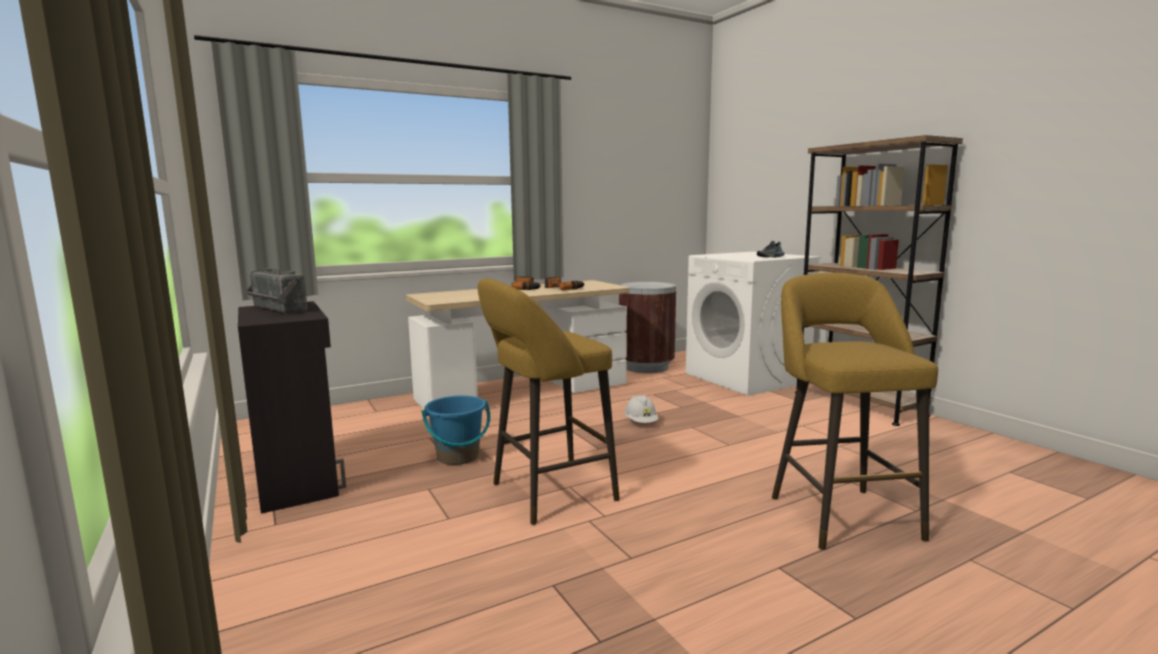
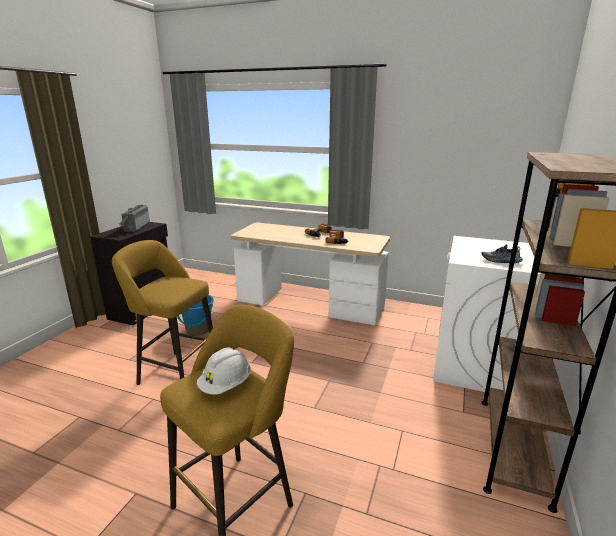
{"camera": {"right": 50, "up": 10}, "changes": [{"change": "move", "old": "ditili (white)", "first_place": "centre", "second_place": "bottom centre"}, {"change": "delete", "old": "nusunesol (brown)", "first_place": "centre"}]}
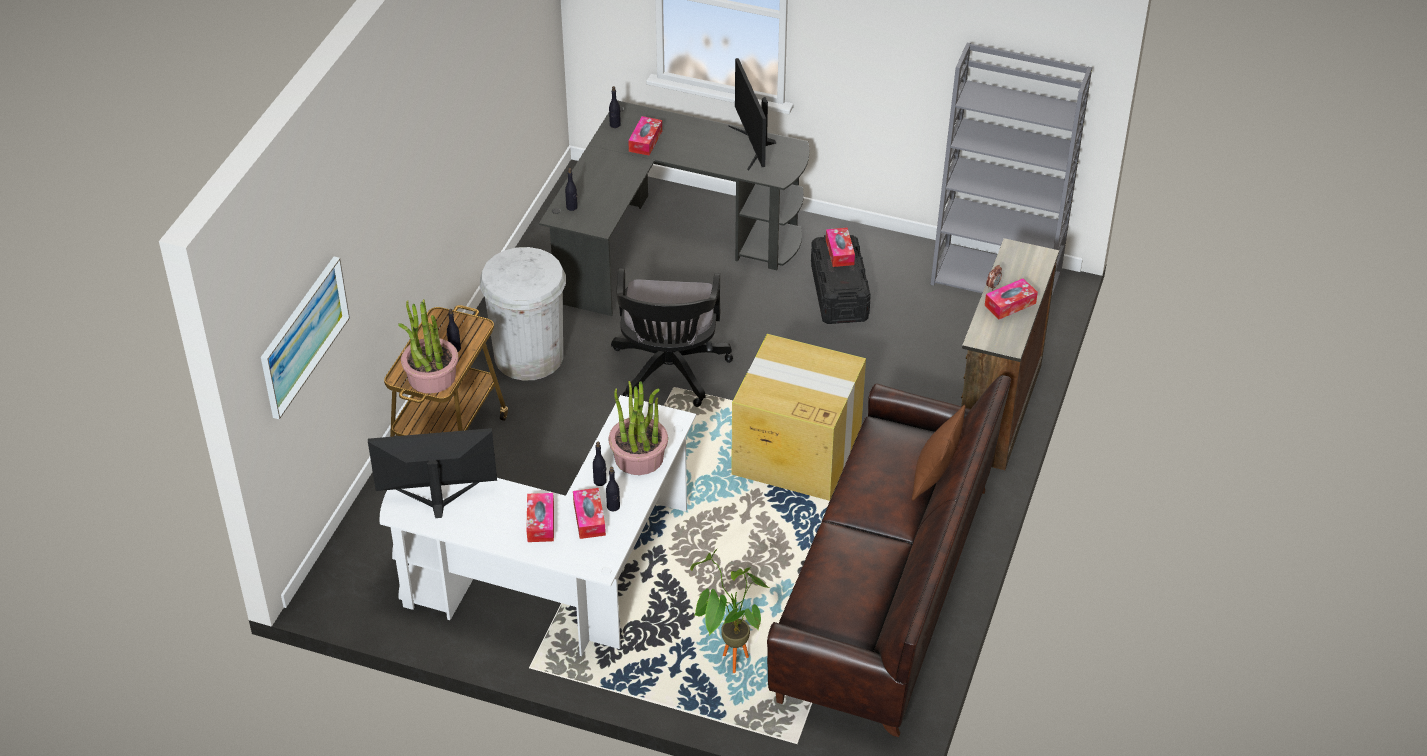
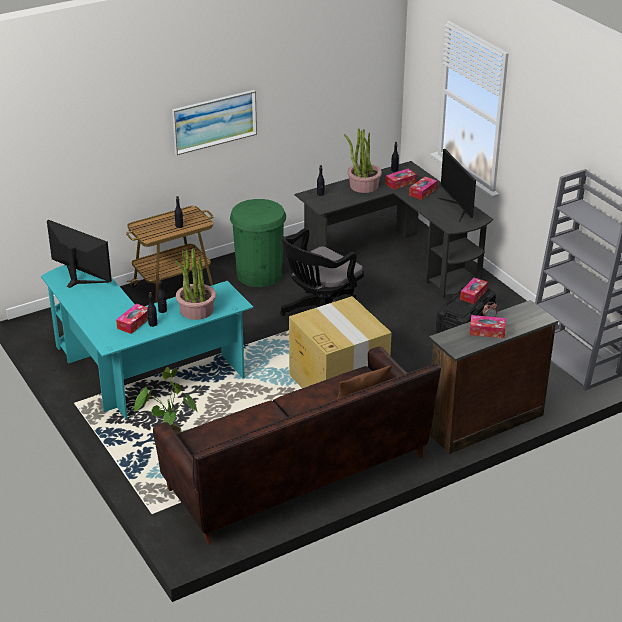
{"camera": {"right": 40, "up": -10}, "changes": [{"change": "recolor", "old": "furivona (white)", "new": "furivona (turquoise)", "first_place": "bottom centre", "second_place": "middle left"}, {"change": "move", "old": "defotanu", "first_place": "middle left", "second_place": "top centre"}, {"change": "recolor", "old": "nusunesol (white)", "new": "nusunesol (green)", "first_place": "centre", "second_place": "centre"}, {"change": "move", "old": "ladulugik (1st from left in the first image)", "new": "ladulugik (3rd from left)", "first_place": "middle left", "second_place": "top centre"}, {"change": "move", "old": "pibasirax (1st from left in the first image)", "new": "pibasirax (3rd from left)", "first_place": "bottom centre", "second_place": "top right"}, {"change": "rotate", "old": "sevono (2nd from left)", "first_place": "top centre", "second_place": "top right", "degrees": -45}]}
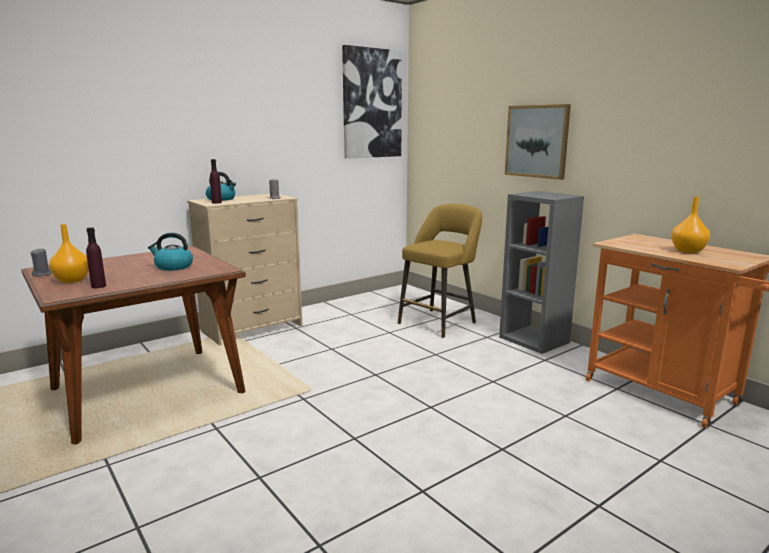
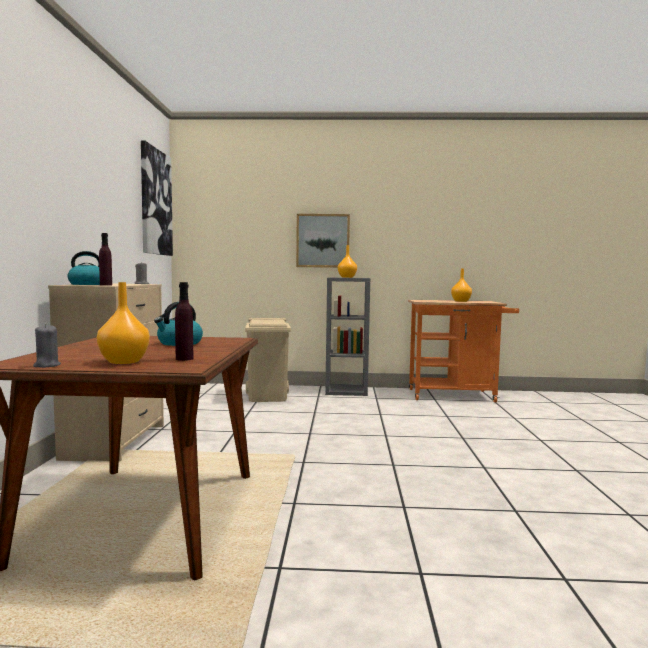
{"camera": {"right": -50, "up": -10}, "changes": [{"change": "replace", "old": "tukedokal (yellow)", "new": "nusunesol (beige)", "first_place": "centre", "second_place": "centre"}, {"change": "insert", "new": "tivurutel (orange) (2nd from left)", "second_place": "centre"}]}
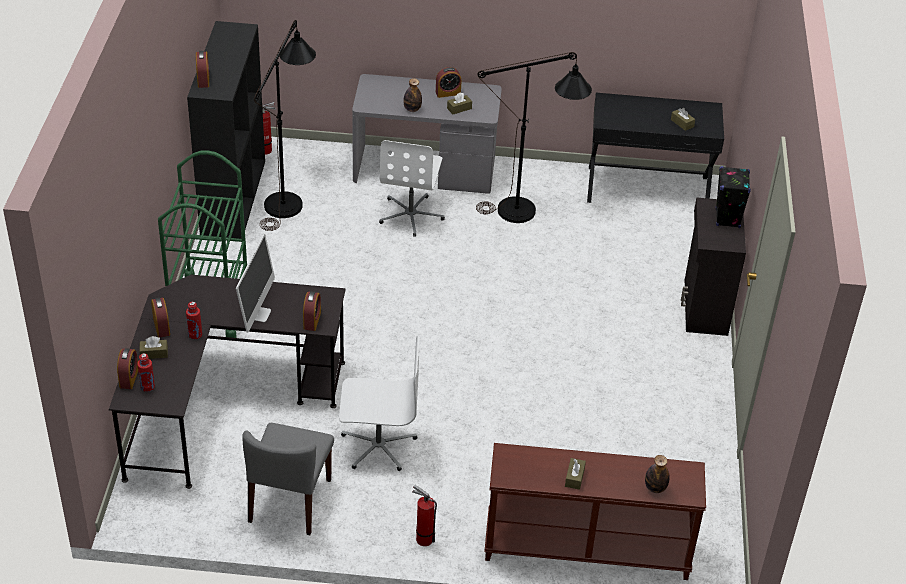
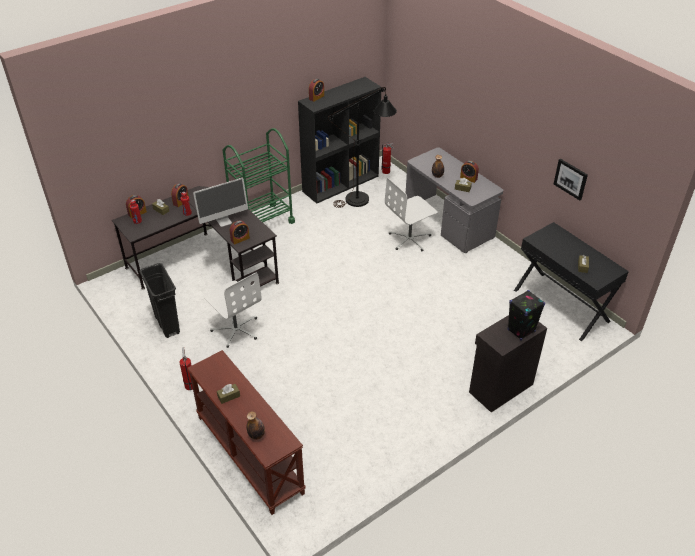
{"camera": {"right": 50, "up": 0}, "changes": [{"change": "replace", "old": "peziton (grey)", "new": "nusunesol (black)", "first_place": "bottom left", "second_place": "middle left"}, {"change": "insert", "new": "defotanu", "second_place": "top right"}, {"change": "delete", "old": "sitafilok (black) (2nd from left)", "first_place": "top centre"}]}
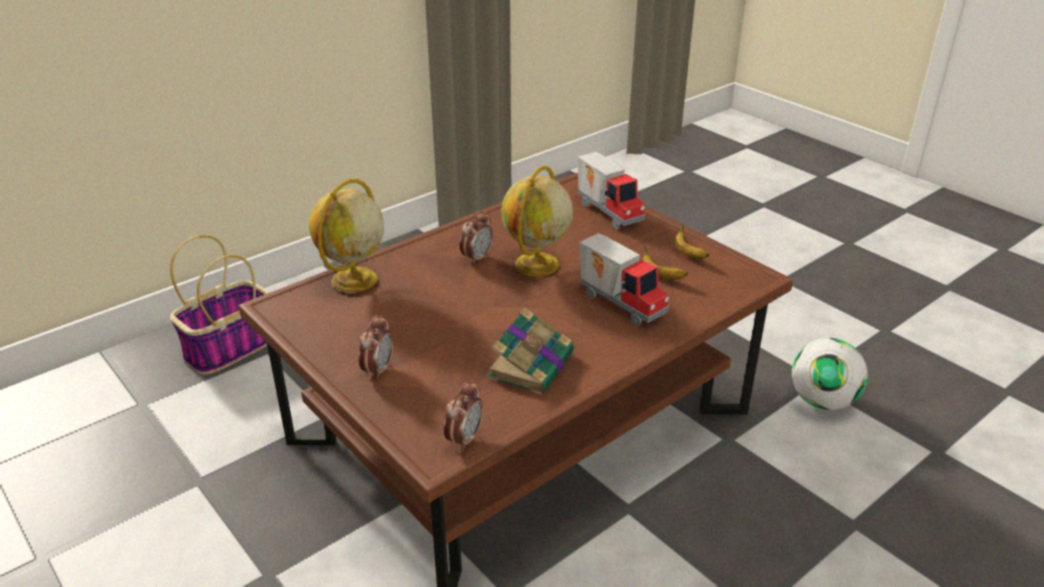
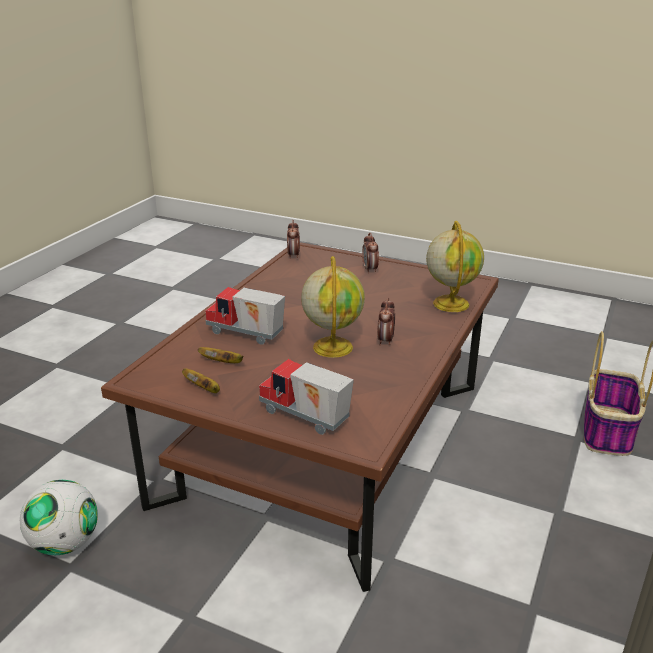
{"camera": {"right": 155, "up": -5}, "changes": [{"change": "delete", "old": "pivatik", "first_place": "centre"}]}
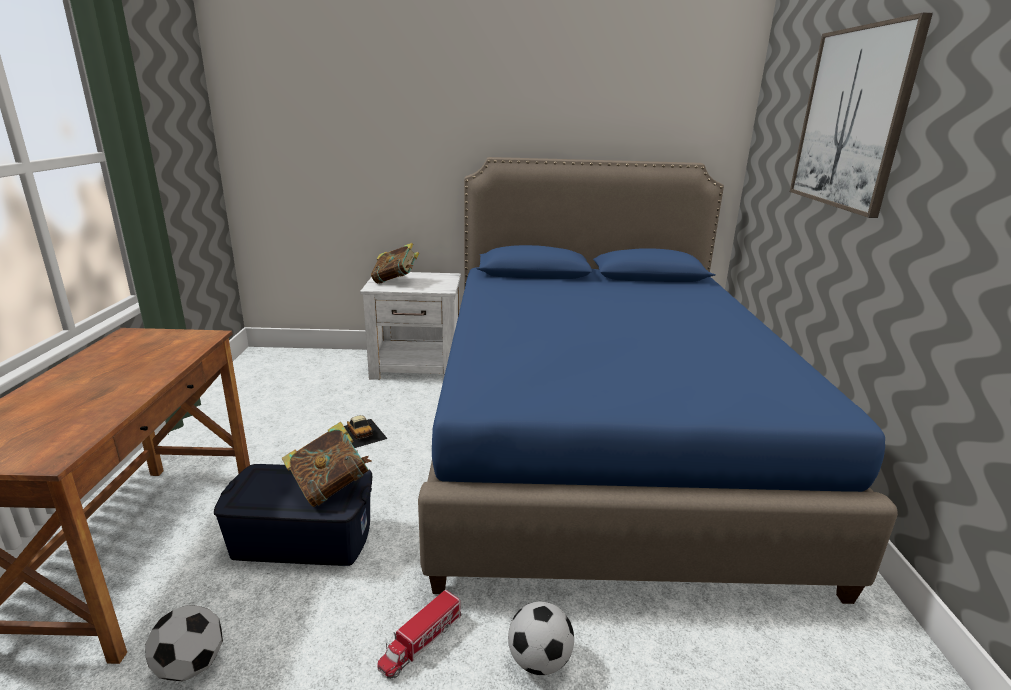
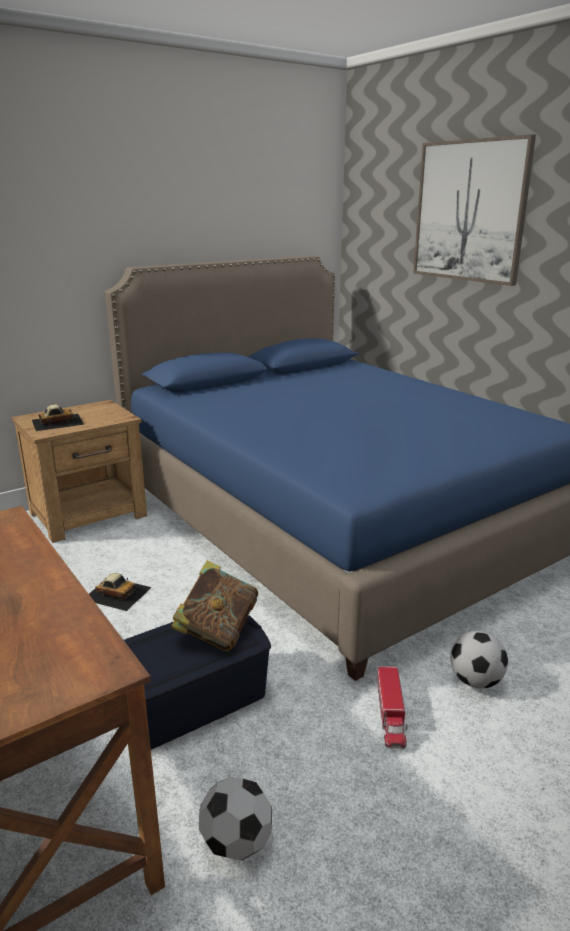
{"camera": {"right": -35, "up": 0}, "changes": [{"change": "recolor", "old": "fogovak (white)", "new": "fogovak (brown)", "first_place": "centre", "second_place": "middle left"}, {"change": "replace", "old": "pivatik (2nd from left)", "new": "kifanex (1st from left)", "first_place": "centre", "second_place": "middle left"}]}
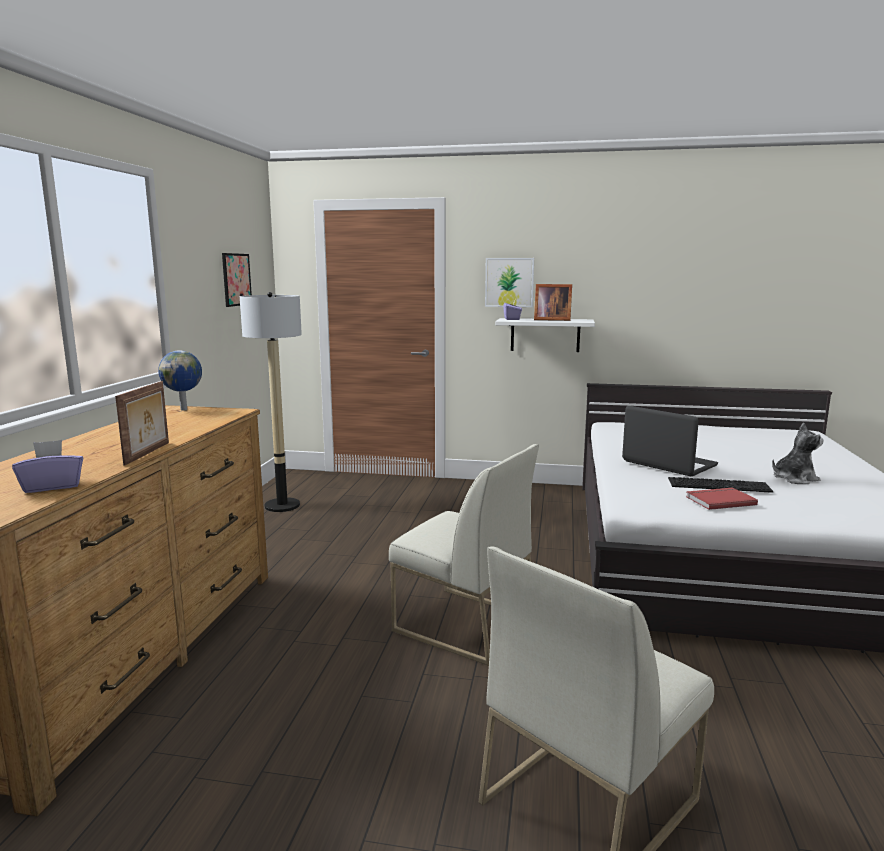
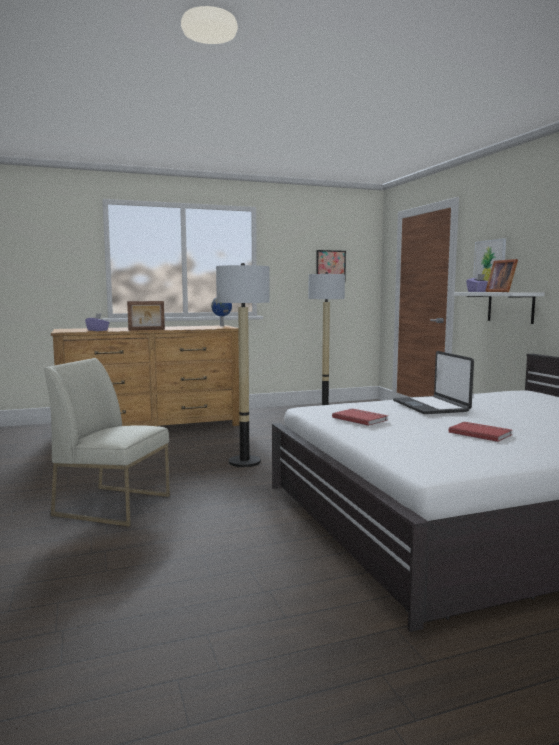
{"camera": {"right": 60, "up": -5}, "changes": [{"change": "replace", "old": "peziton (white) (1st from left)", "new": "sitafilok (1st from left)", "first_place": "centre", "second_place": "centre"}, {"change": "rotate", "old": "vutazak", "first_place": "middle right", "second_place": "middle right", "degrees": 150}, {"change": "replace", "old": "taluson", "new": "pivatik (red) (2nd from left)", "first_place": "middle right", "second_place": "middle right"}, {"change": "delete", "old": "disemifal", "first_place": "middle right"}]}
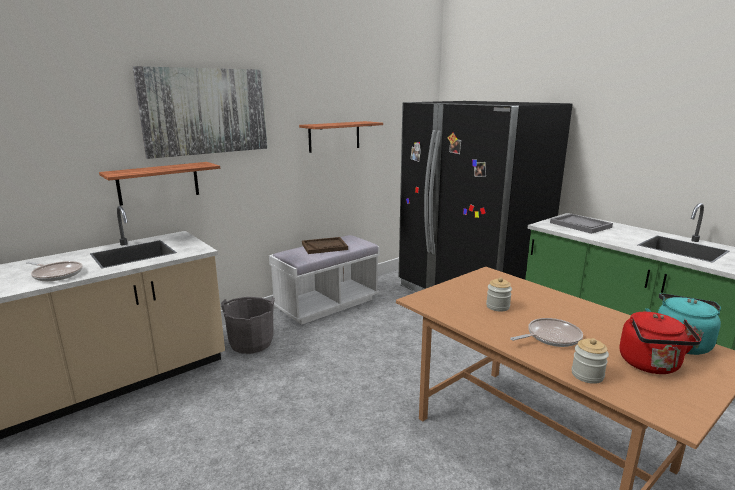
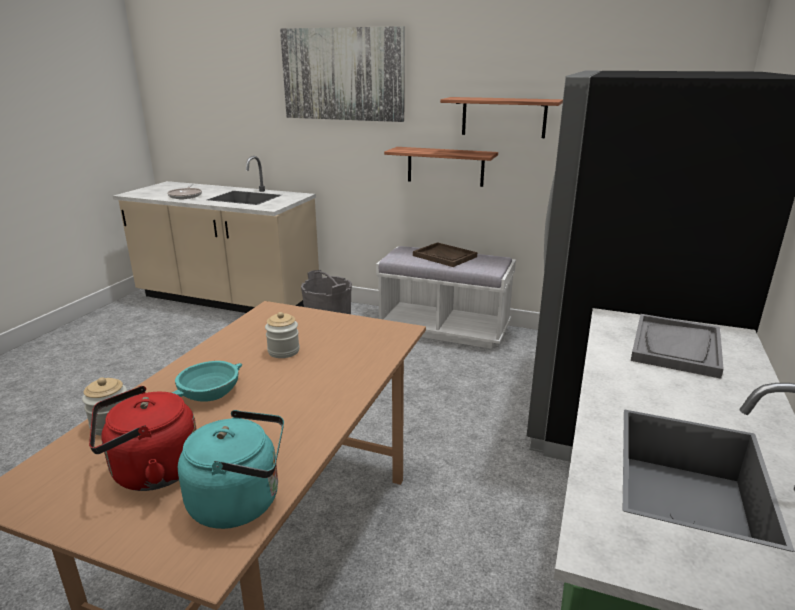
{"camera": {"right": 60, "up": 5}, "changes": [{"change": "replace", "old": "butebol (2nd from left)", "new": "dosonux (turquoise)", "first_place": "bottom right", "second_place": "middle left"}, {"change": "move", "old": "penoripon (1st from left)", "first_place": "middle left", "second_place": "top centre"}]}
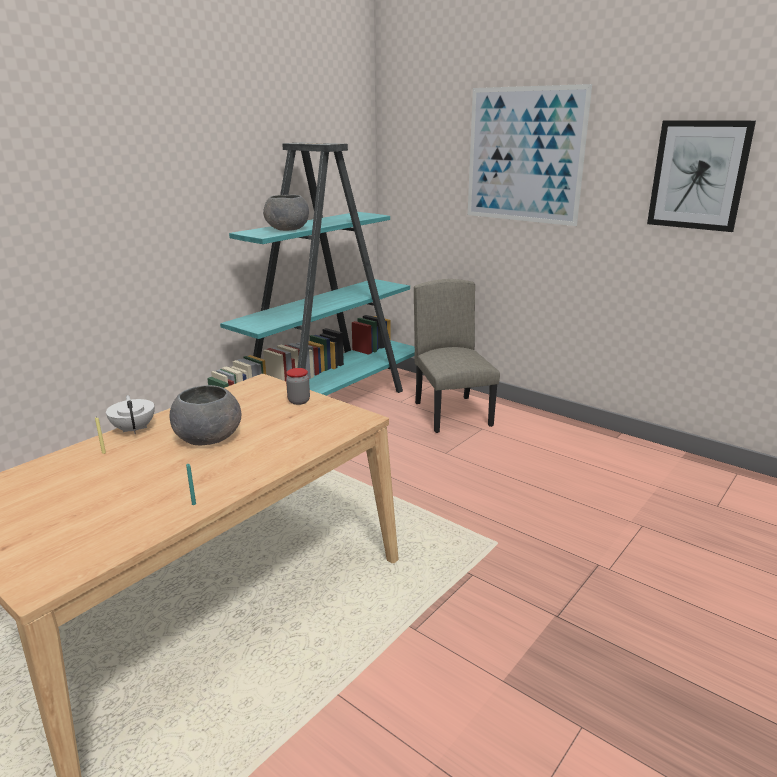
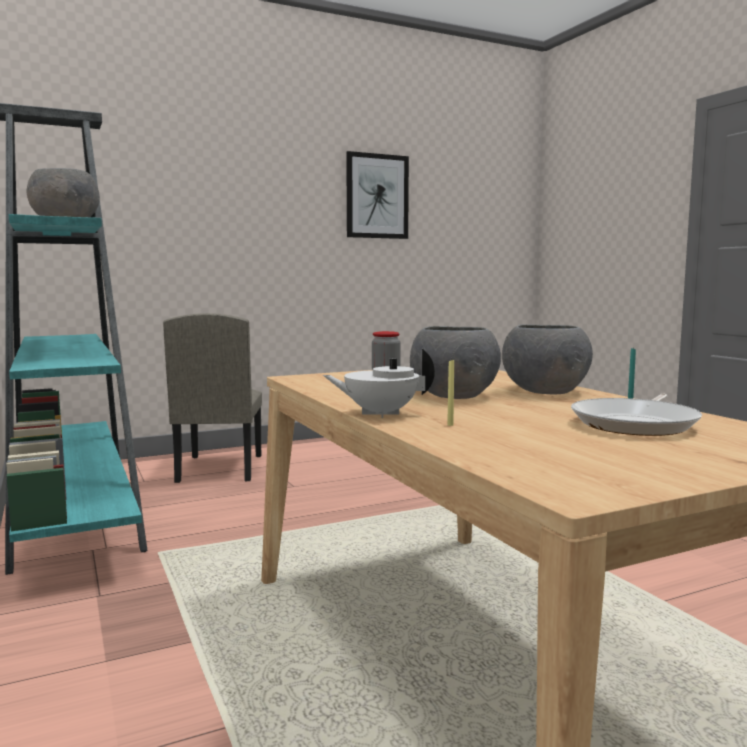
{"camera": {"right": -65, "up": -15}, "changes": [{"change": "rotate", "old": "peziton (beige)", "first_place": "centre", "second_place": "middle left", "degrees": -105}, {"change": "insert", "new": "dosonux (grey) (3rd from left)", "second_place": "middle right"}, {"change": "insert", "new": "butebol", "second_place": "middle right"}, {"change": "delete", "old": "defotanu (1st from left)", "first_place": "top right"}]}
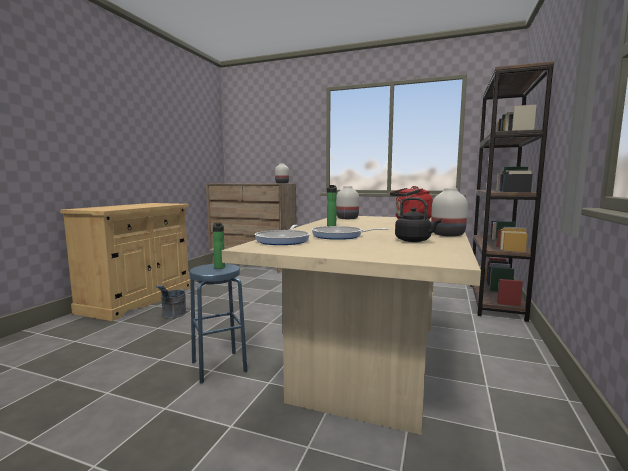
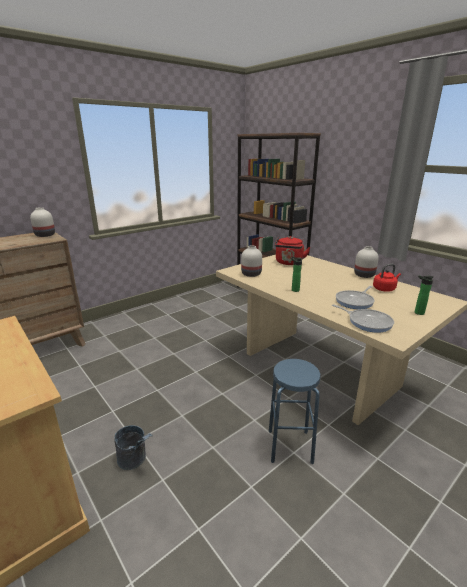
{"camera": {"right": -60, "up": 15}, "changes": [{"change": "recolor", "old": "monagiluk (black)", "new": "monagiluk (red) (2nd from left)", "first_place": "centre", "second_place": "middle right"}, {"change": "move", "old": "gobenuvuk (1st from left in the first image)", "new": "gobenuvuk (2nd from left)", "first_place": "centre", "second_place": "middle right"}]}
